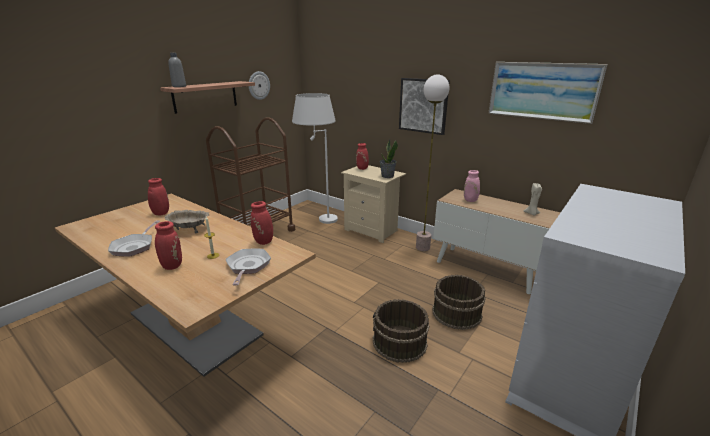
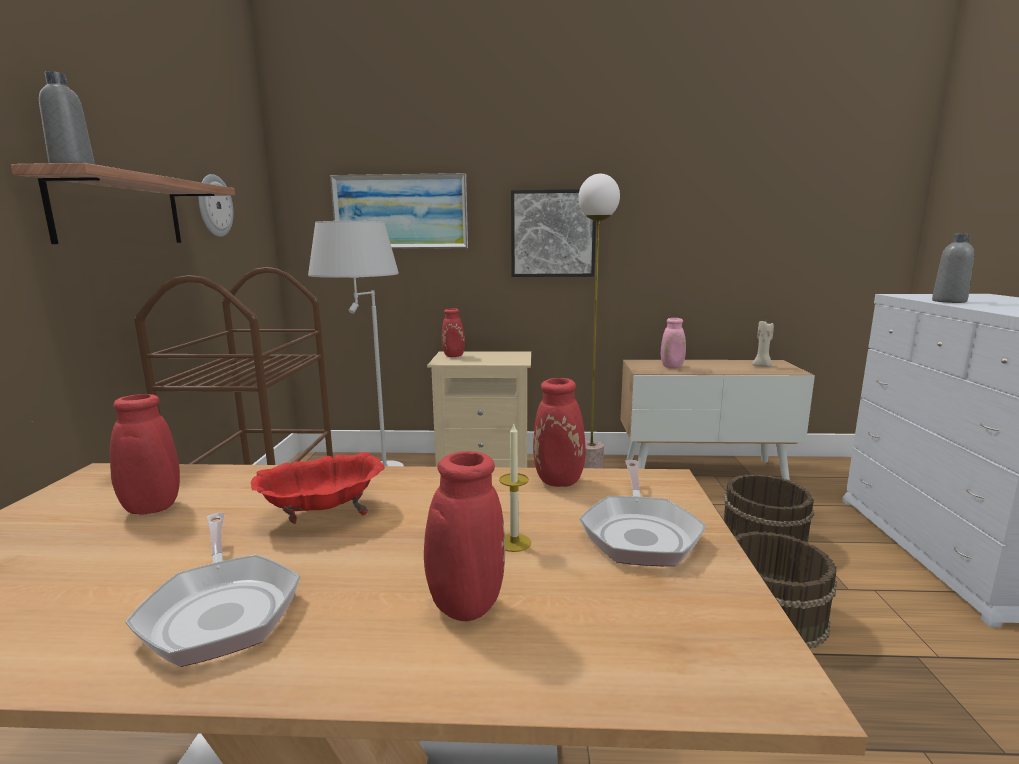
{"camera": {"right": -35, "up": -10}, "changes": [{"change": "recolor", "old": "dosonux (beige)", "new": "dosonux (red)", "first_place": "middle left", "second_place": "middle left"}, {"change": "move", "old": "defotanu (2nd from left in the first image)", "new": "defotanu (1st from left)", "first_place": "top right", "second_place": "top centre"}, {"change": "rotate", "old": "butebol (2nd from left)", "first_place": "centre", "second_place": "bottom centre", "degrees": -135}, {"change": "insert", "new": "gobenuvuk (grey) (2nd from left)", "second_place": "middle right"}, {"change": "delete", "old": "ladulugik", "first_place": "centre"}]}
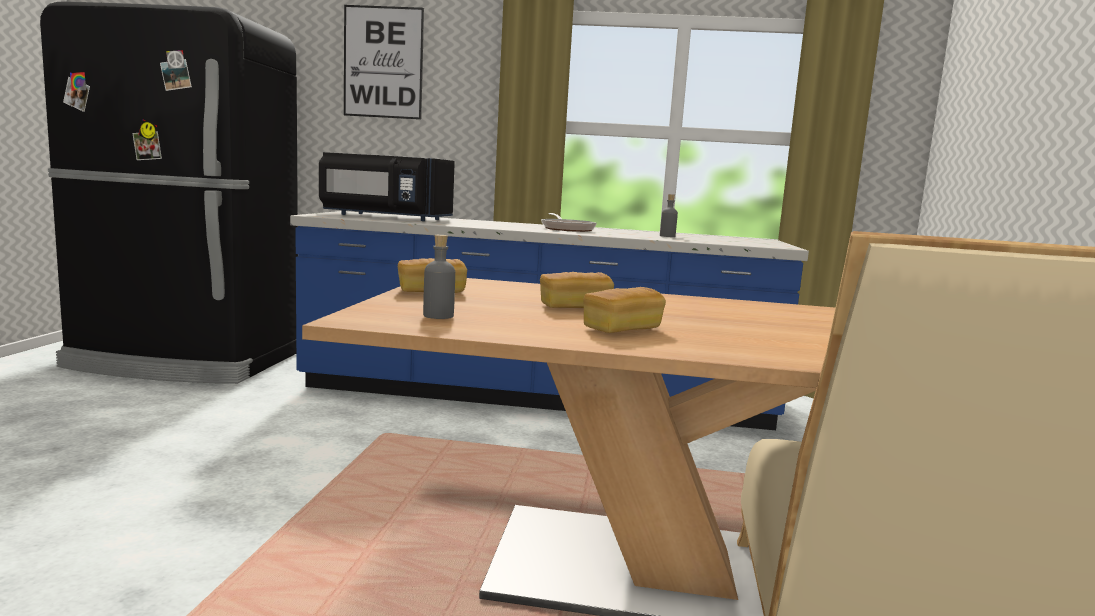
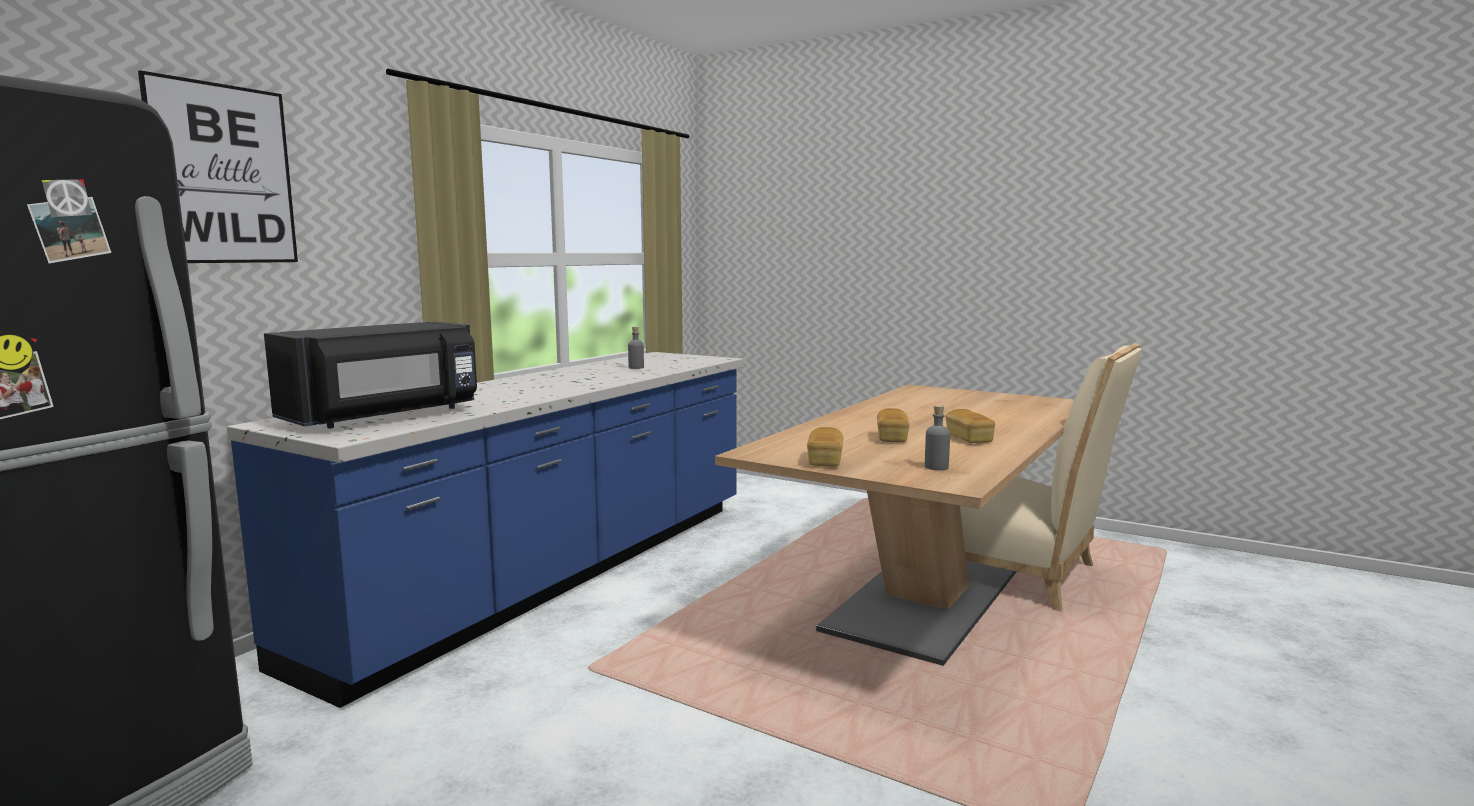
{"camera": {"right": -65, "up": 0}, "changes": [{"change": "delete", "old": "butebol", "first_place": "centre"}]}
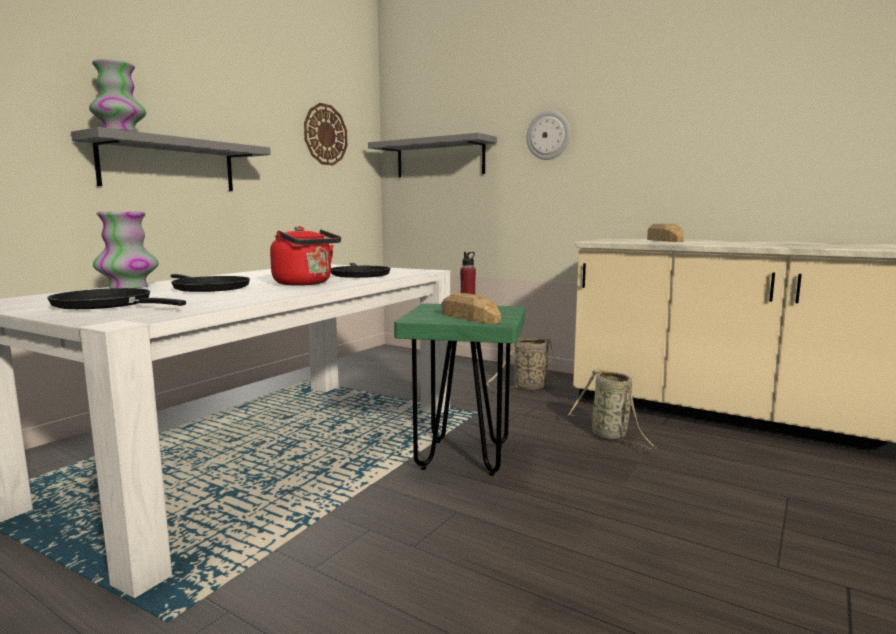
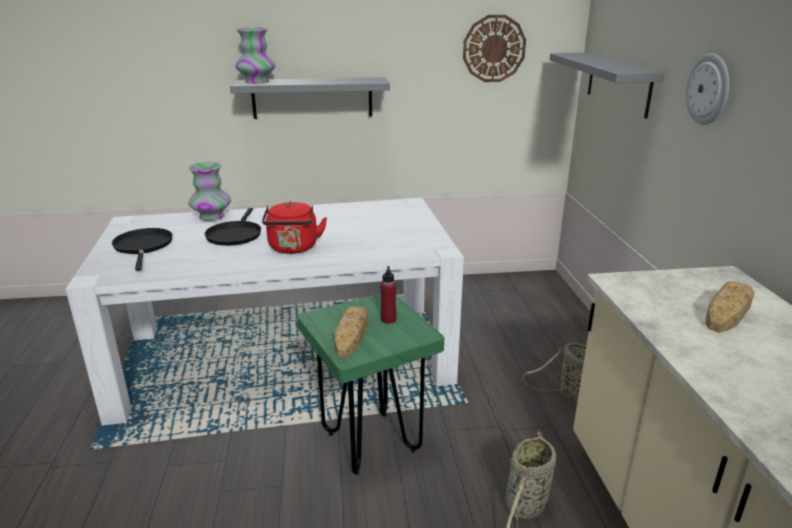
{"camera": {"right": 50, "up": 15}, "changes": [{"change": "delete", "old": "butebol (black) (3rd from left)", "first_place": "centre"}]}
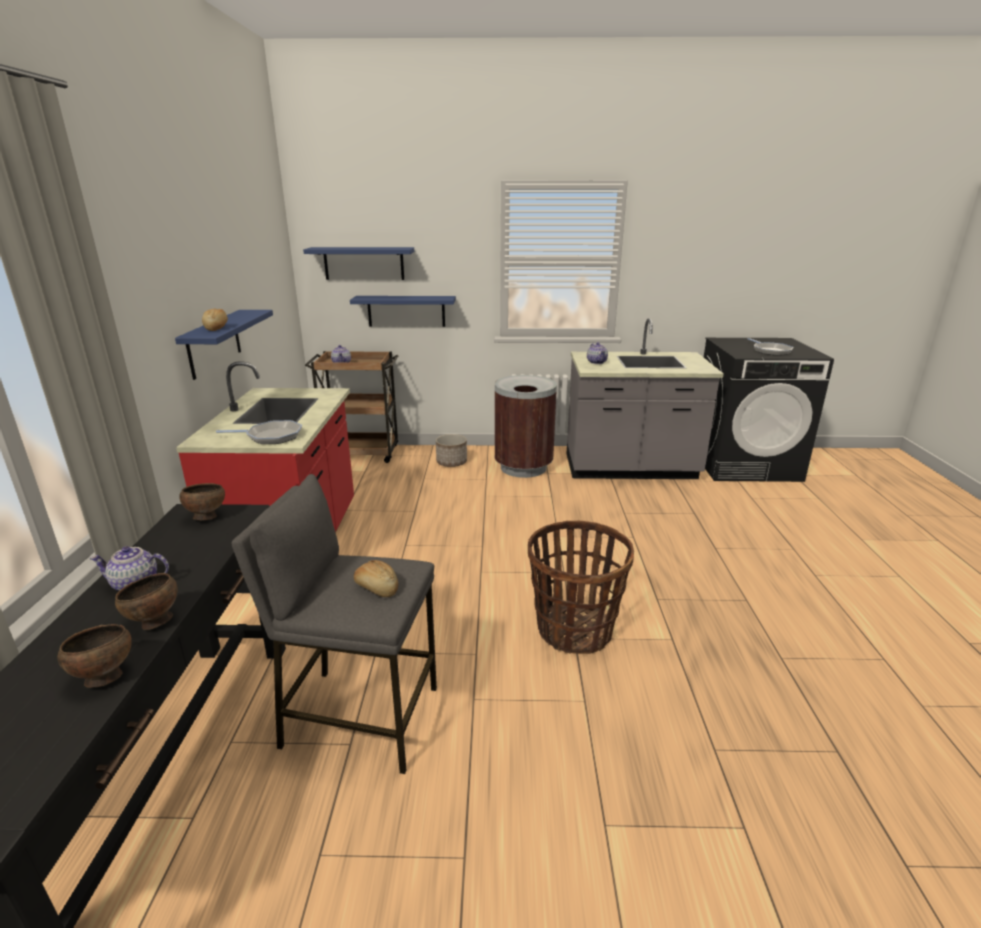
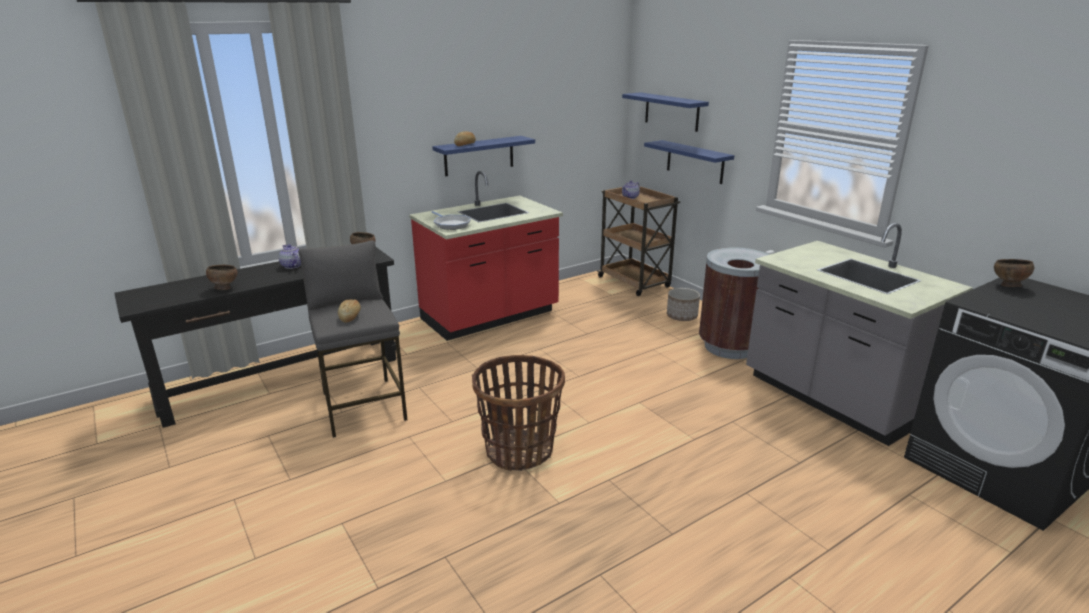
{"camera": {"right": 55, "up": 0}, "changes": [{"change": "move", "old": "dosonux (brown) (2nd from left in the first image)", "new": "dosonux (brown) (3rd from left)", "first_place": "middle left", "second_place": "middle right"}, {"change": "delete", "old": "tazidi (3rd from left)", "first_place": "centre"}, {"change": "delete", "old": "butebol (2nd from left)", "first_place": "middle right"}]}
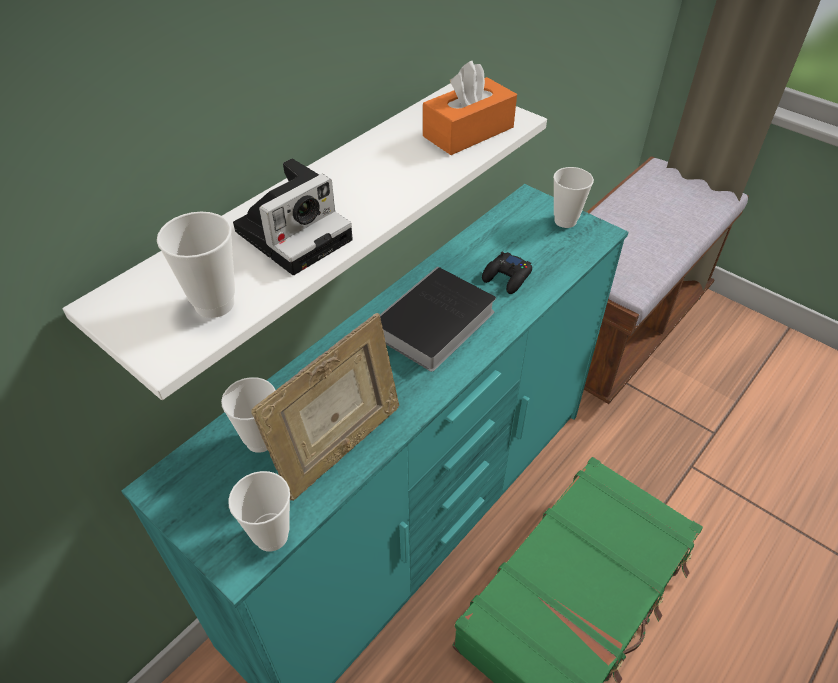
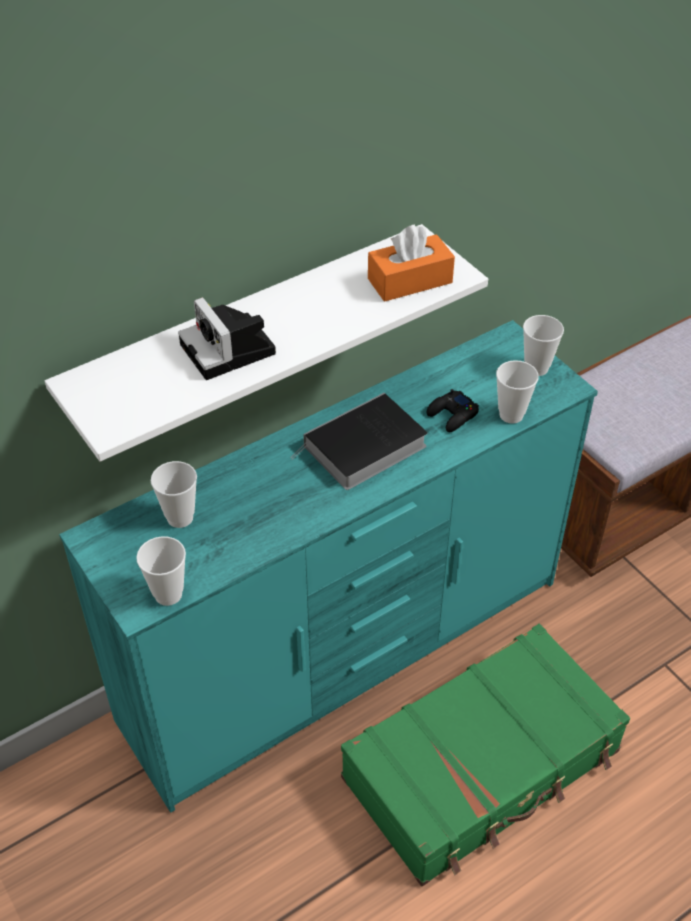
{"camera": {"right": 15, "up": 0}, "changes": [{"change": "rotate", "old": "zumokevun", "first_place": "top centre", "second_place": "middle left", "degrees": 90}, {"change": "move", "old": "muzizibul (1st from left in the first image)", "new": "muzizibul (3rd from left)", "first_place": "middle left", "second_place": "middle right"}, {"change": "delete", "old": "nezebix", "first_place": "centre"}]}
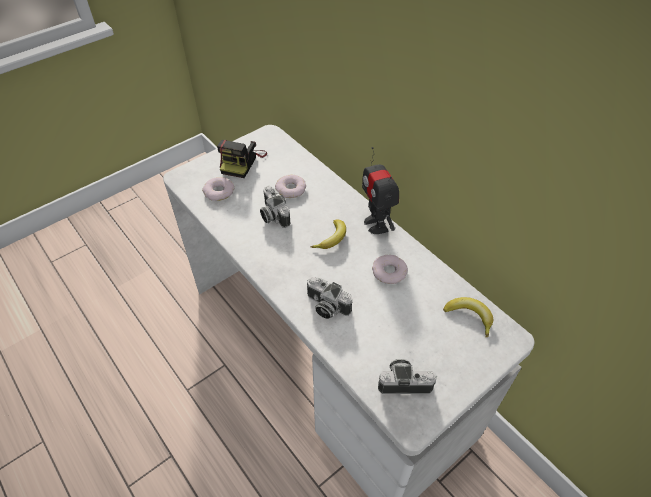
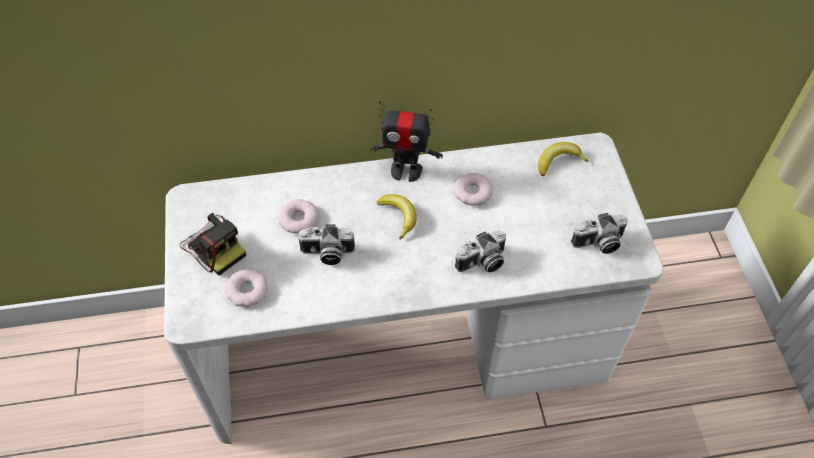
{"camera": {"right": -60, "up": 5}, "changes": [{"change": "rotate", "old": "zumokevun (4th from left)", "first_place": "bottom centre", "second_place": "middle right", "degrees": -135}]}
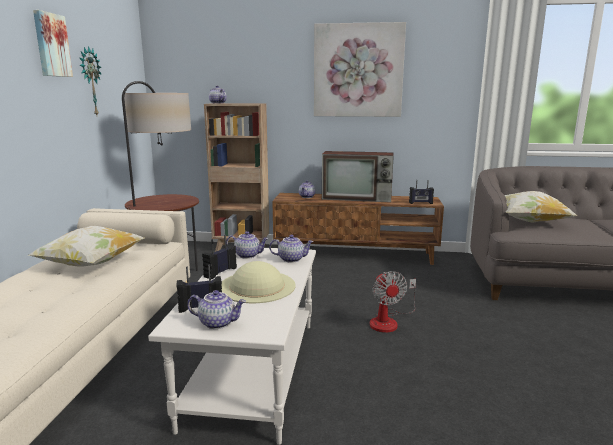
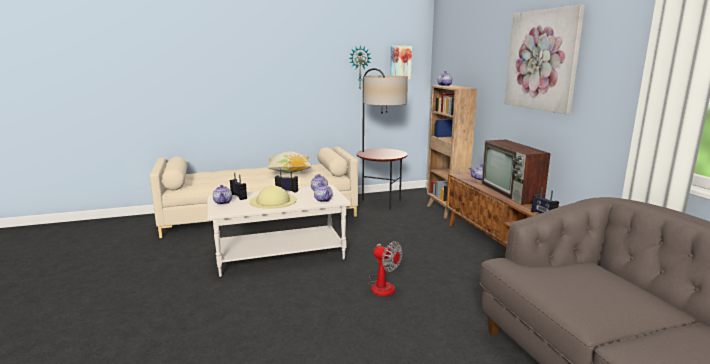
{"camera": {"right": 65, "up": 0}, "changes": [{"change": "rotate", "old": "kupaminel", "first_place": "bottom centre", "second_place": "bottom centre", "degrees": -105}, {"change": "move", "old": "defotanu (1st from left)", "first_place": "top left", "second_place": "top centre"}, {"change": "delete", "old": "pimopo (2nd from left)", "first_place": "middle right"}]}
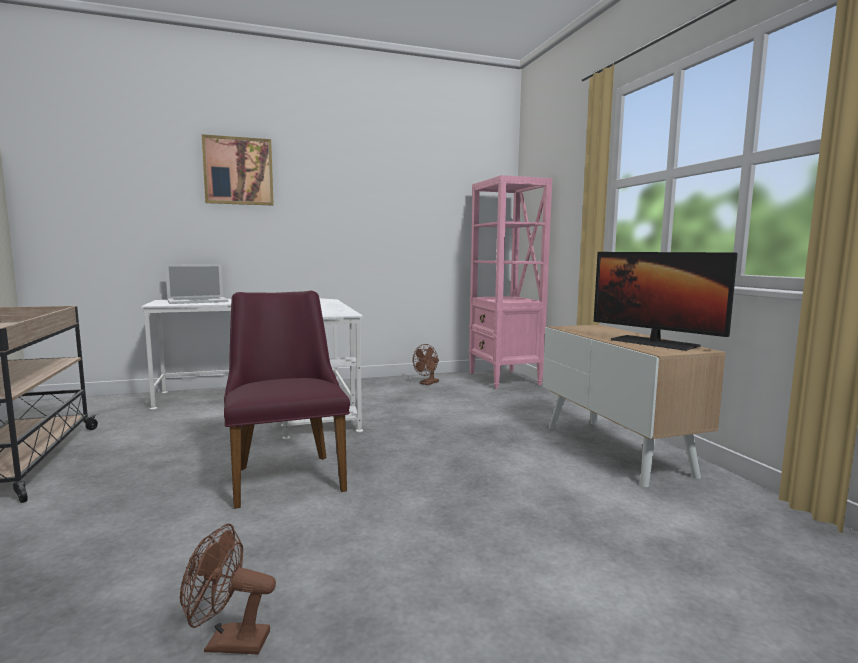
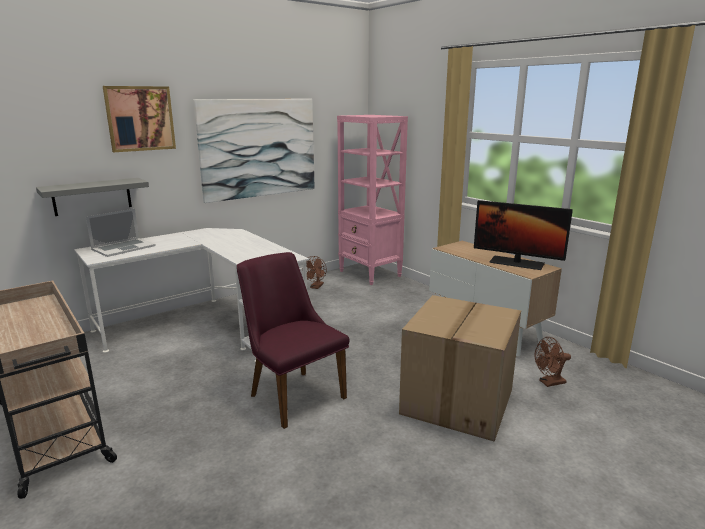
{"camera": {"right": -20, "up": 10}, "changes": [{"change": "insert", "new": "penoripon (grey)", "second_place": "middle left"}, {"change": "insert", "new": "defotanu (2nd from left)", "second_place": "top centre"}, {"change": "insert", "new": "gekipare", "second_place": "bottom centre"}, {"change": "move", "old": "kupaminel (brown) (1st from left in the first image)", "new": "kupaminel (brown) (2nd from left)", "first_place": "bottom left", "second_place": "bottom right"}]}
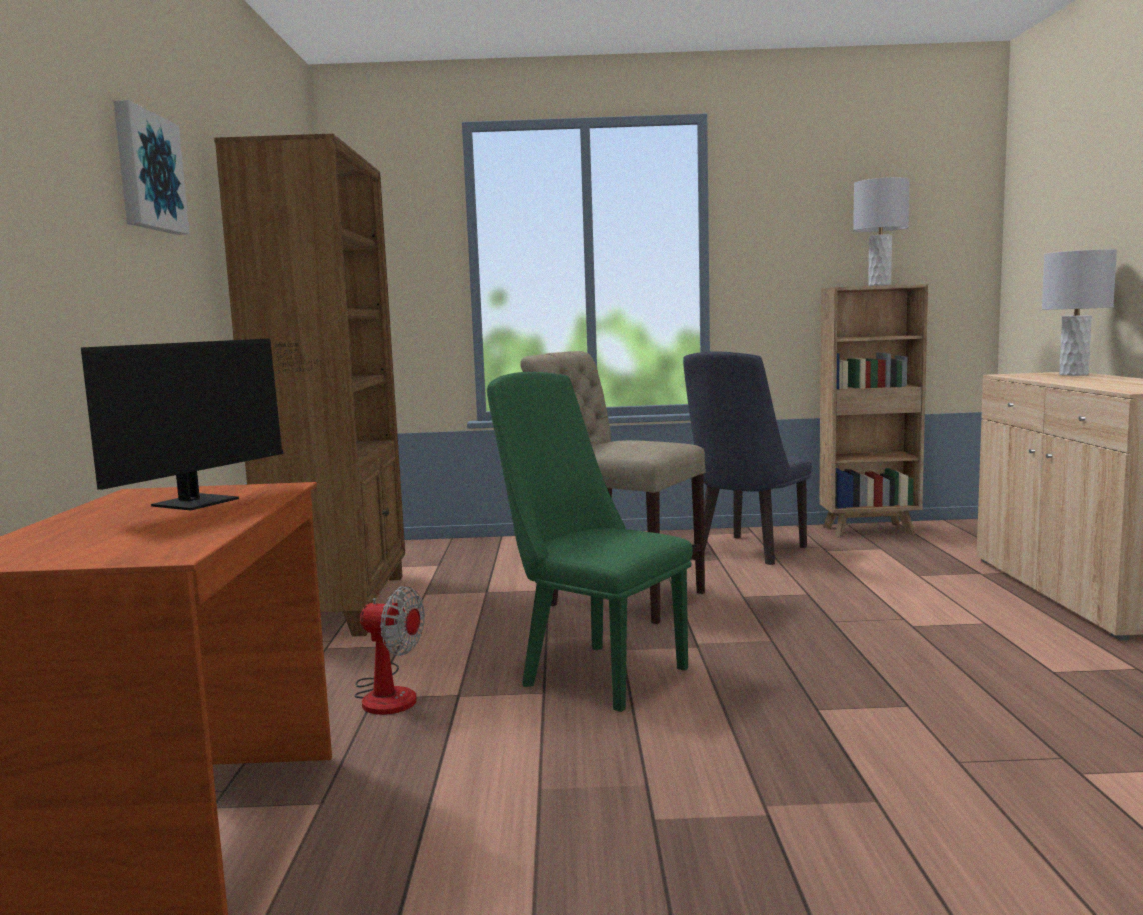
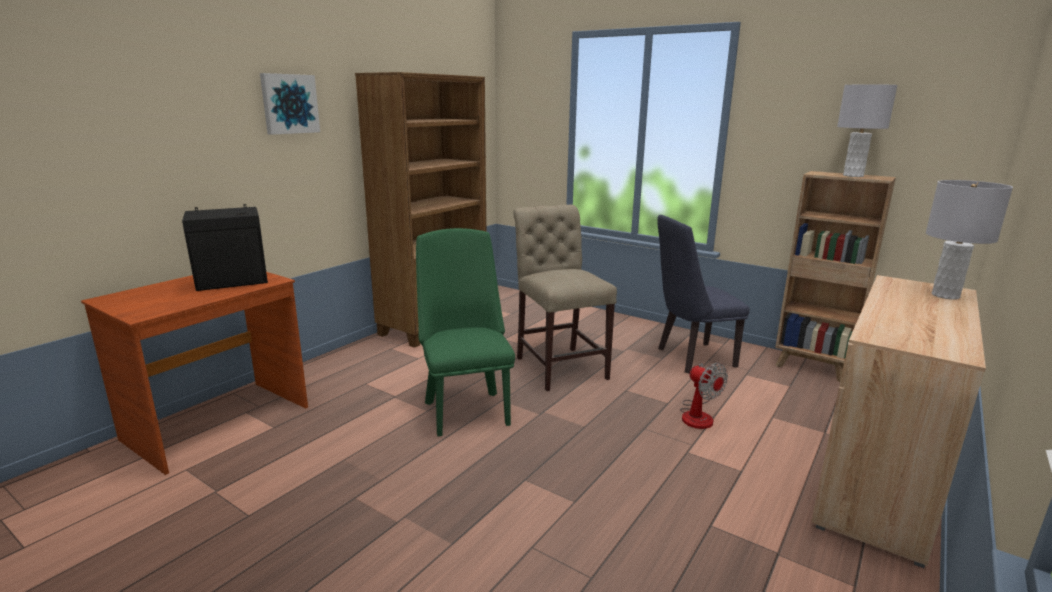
{"camera": {"right": 35, "up": 10}, "changes": [{"change": "replace", "old": "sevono", "new": "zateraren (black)", "first_place": "middle left", "second_place": "middle left"}, {"change": "move", "old": "kupaminel", "first_place": "bottom centre", "second_place": "bottom right"}]}
